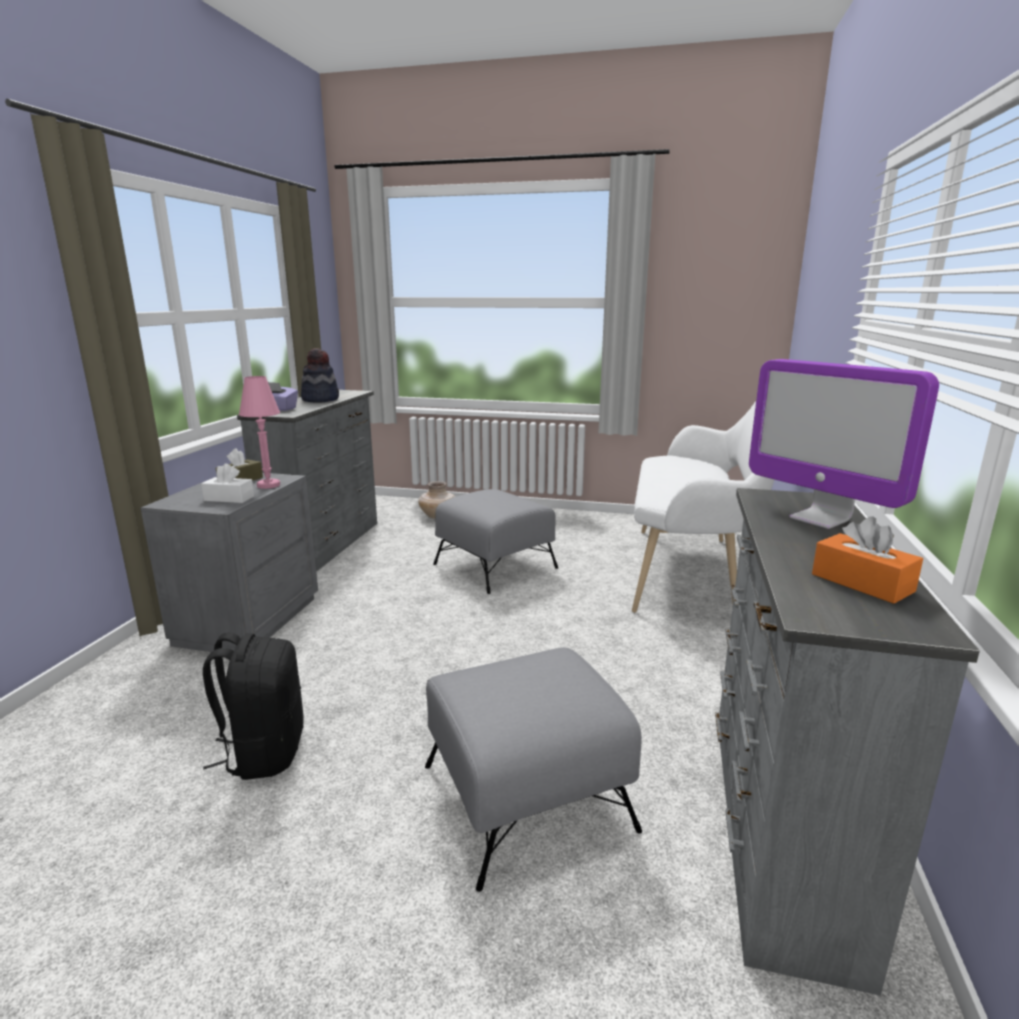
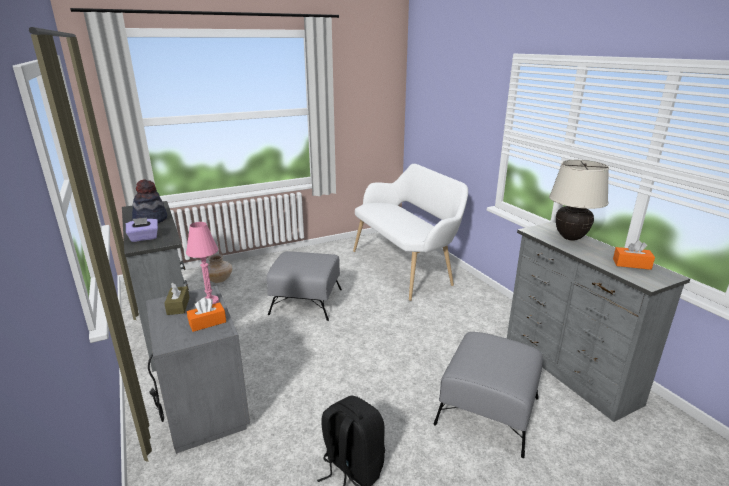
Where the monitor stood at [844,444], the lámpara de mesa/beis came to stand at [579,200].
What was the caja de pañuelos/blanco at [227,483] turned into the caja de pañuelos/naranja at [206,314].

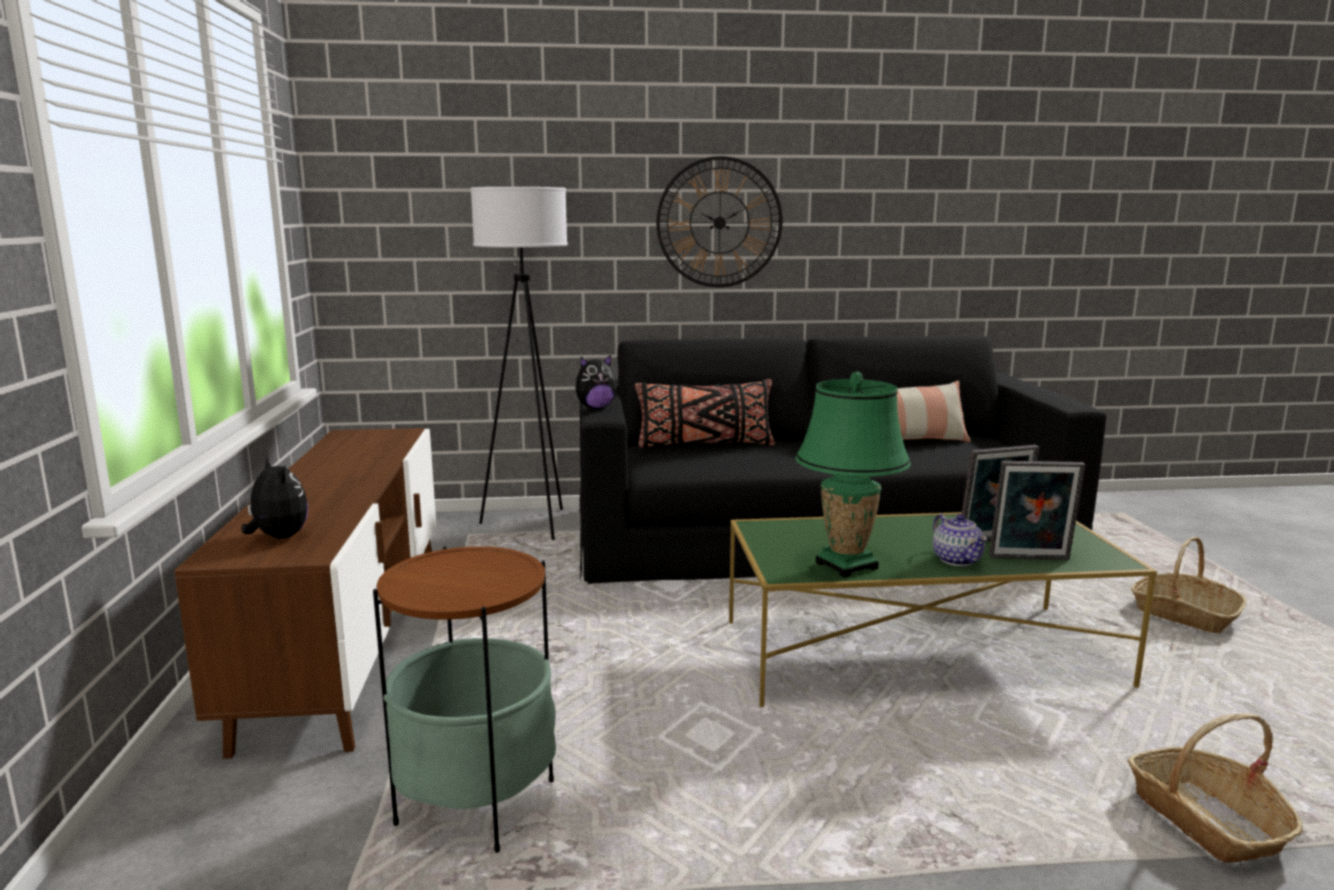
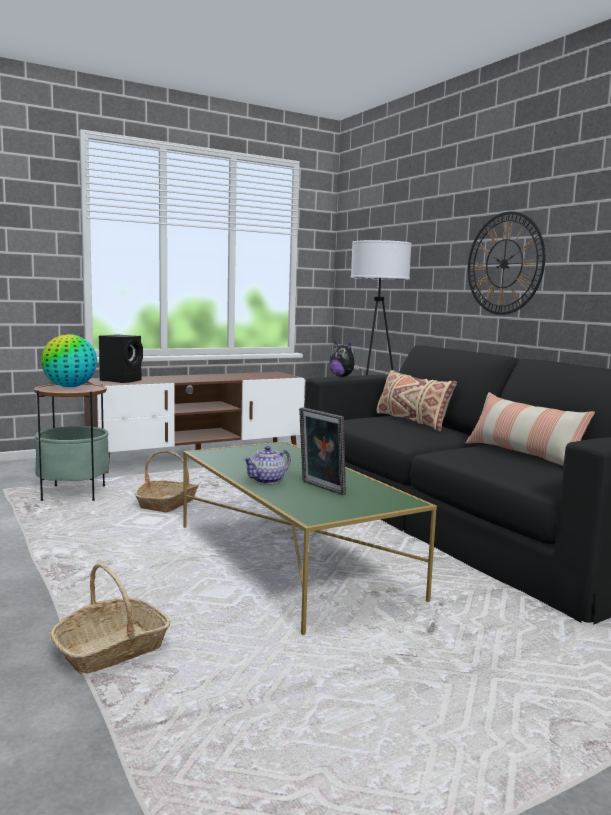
The second view lost the lámpara de mesa/verde at [853,475].
What was the cojín/negro at [705,413] turned into the cojín/beis at [417,401].
Where the peluche stood at [274,497], the altavoz/negro came to stand at [121,358].
The second view lost the portarretratos at [1037,510].
The cesta ended up elsewhere, having gone from [1189,585] to [166,481].
The second view gained the globo terráqueo at [69,360].

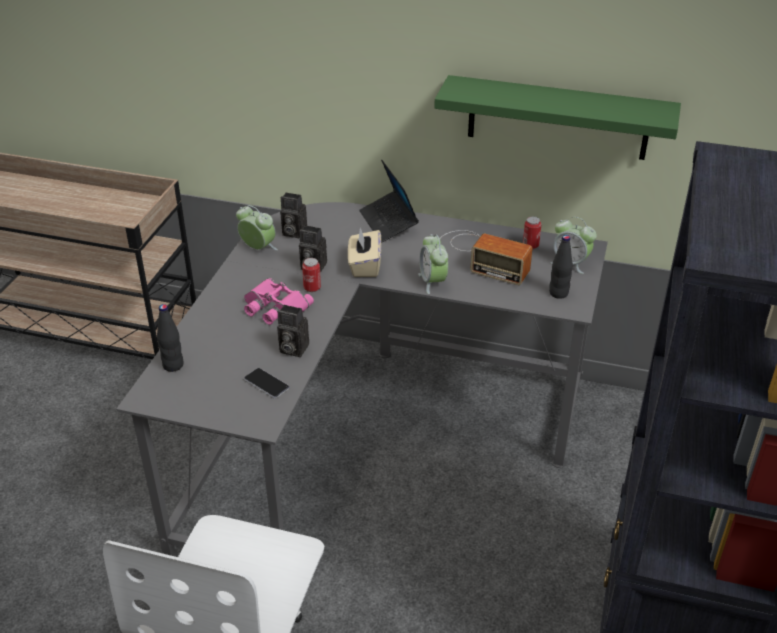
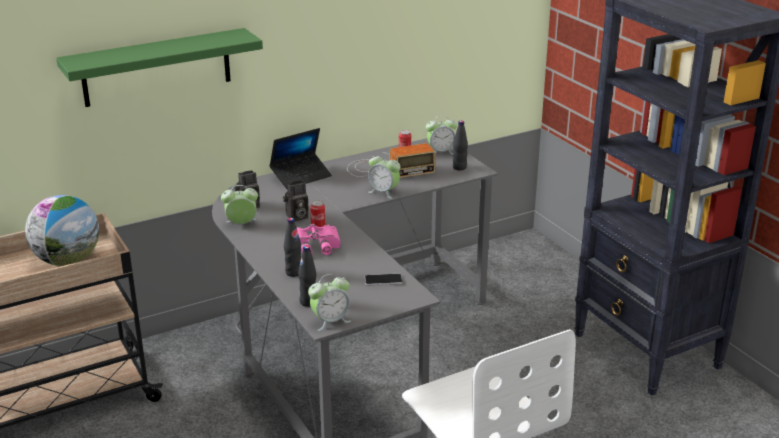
The estante/verde ended up elsewhere, having gone from [557,117] to [159,67].
The portátil at [389,201] ended up facing another way, 60 degrees counterclockwise from before.
The second view lost the caja de pañuelos/beis at [364,252].
The second view lost the cámara at [293,331].
The second view gained the globo terráqueo at [62,230].
The second view gained the botella/negro at [292,247].
The second view gained the despertador at [329,302].

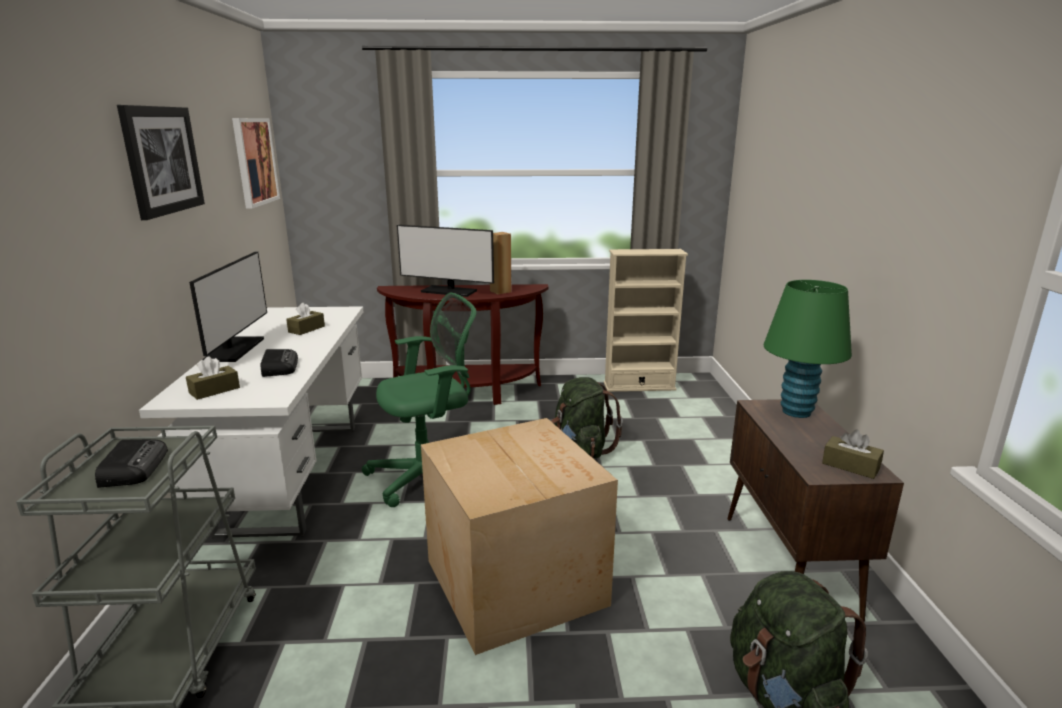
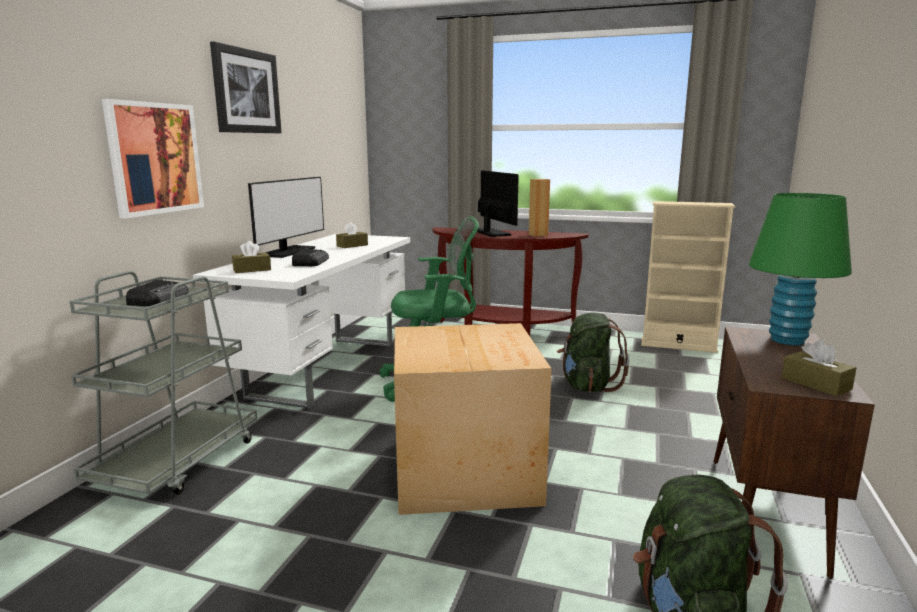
The cuadro ended up elsewhere, having gone from [256,163] to [153,158].
The monitor at [445,261] ended up facing another way, 150 degrees counterclockwise from before.

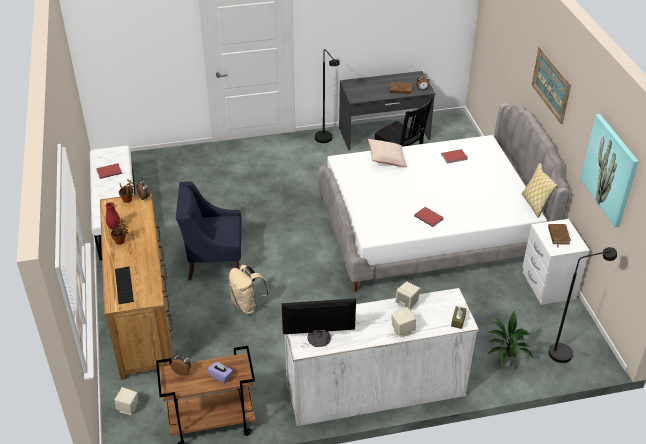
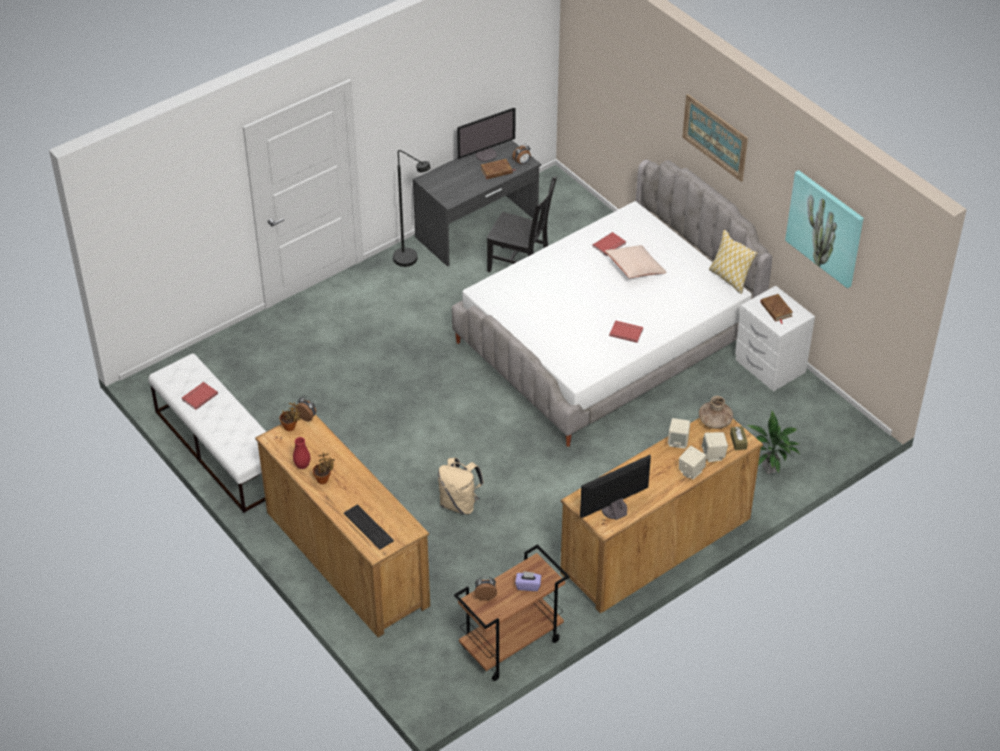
The cojín/beis ended up elsewhere, having gone from [387,153] to [636,261].
The second view lost the sillón/azul at [209,230].
The second view lost the lámpara de pie/negro at [582,305].
What was the cómoda/blanco at [382,357] turned into the cómoda/marrón at [661,516].
The altavoz/beis ended up elsewhere, having gone from [126,401] to [715,447].
The second view gained the monitor at [486,135].
The second view gained the florero/marrón at [716,412].

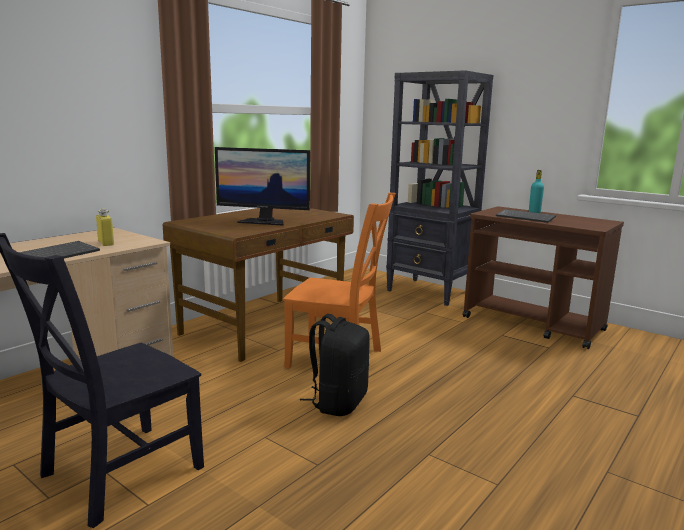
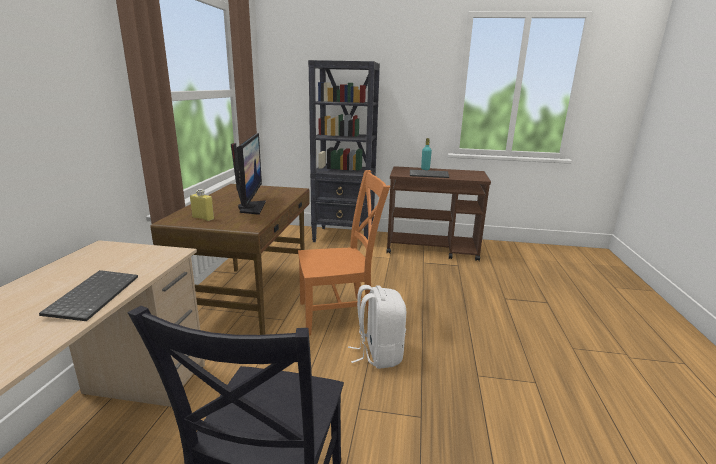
The monitor at [262,186] ended up facing another way, 75 degrees counterclockwise from before.
The botella/amarillo ended up elsewhere, having gone from [105,227] to [202,205].
What was the mochila/negro at [335,365] turned into the mochila/blanco at [377,327].

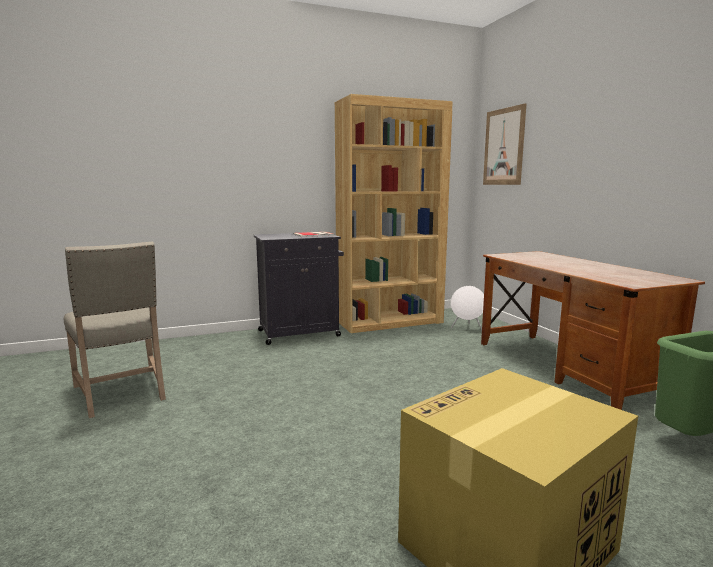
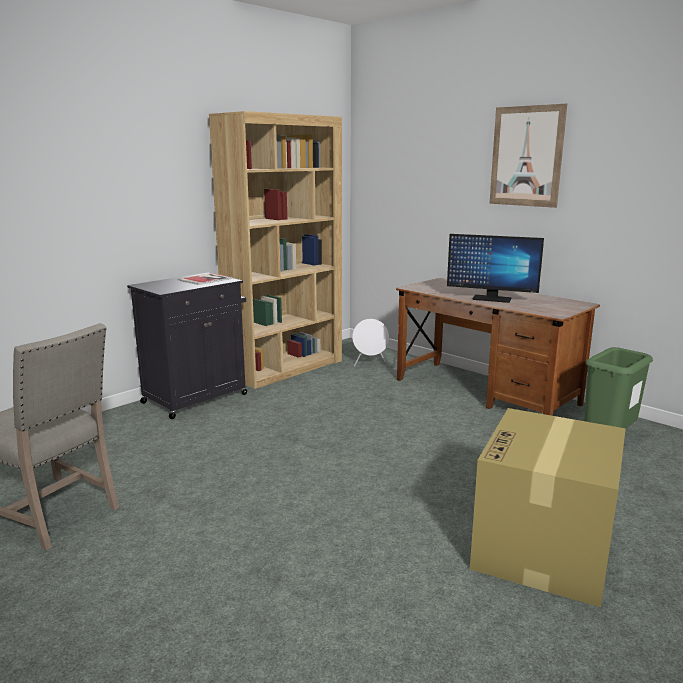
The cuadro ended up elsewhere, having gone from [504,144] to [528,156].
The second view gained the monitor at [495,268].

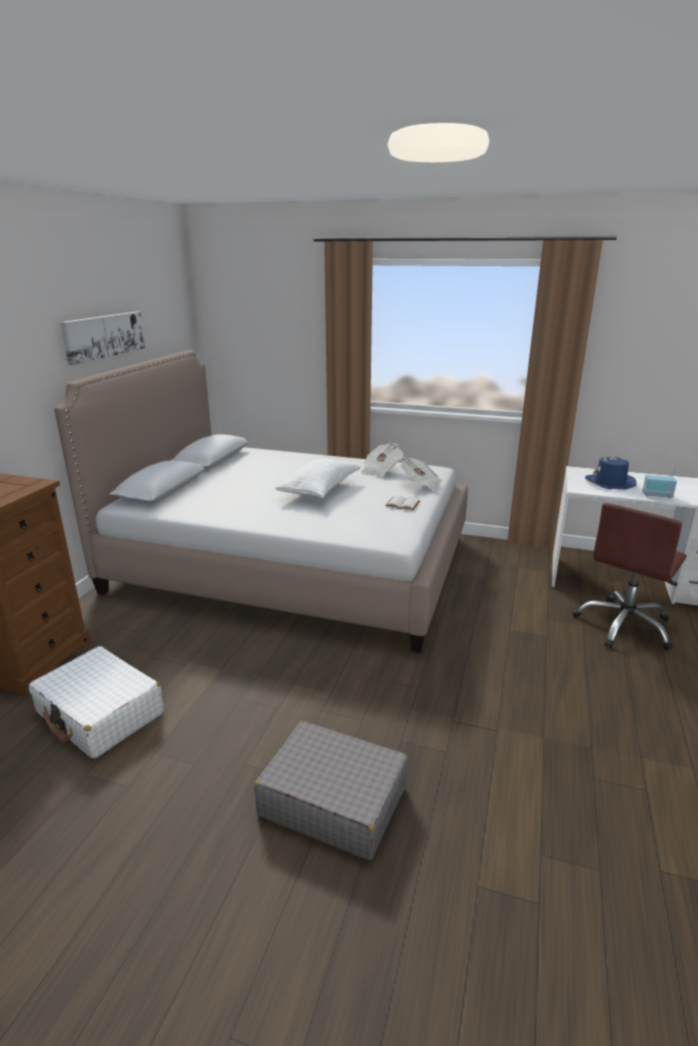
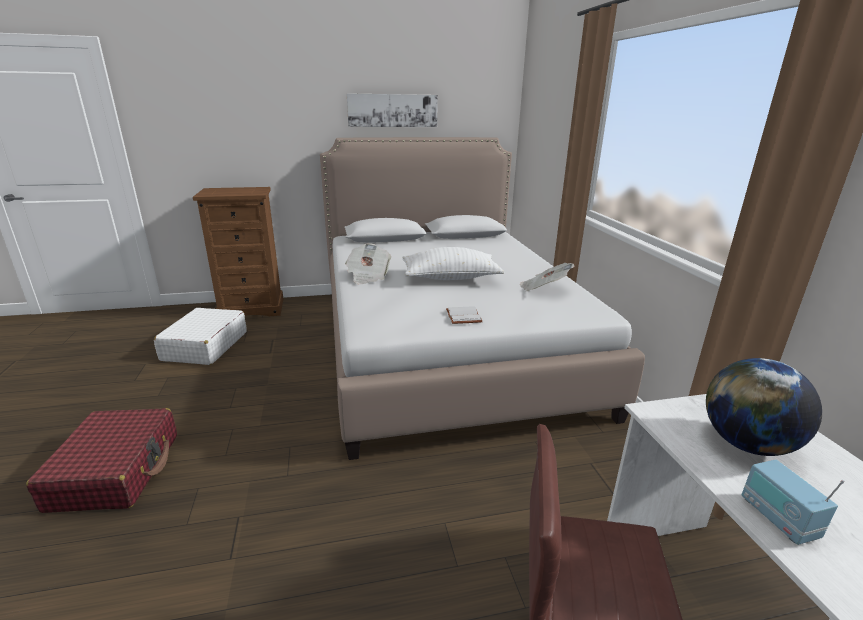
Where the sombrero/azul stood at [611,472], the globo terráqueo came to stand at [764,407].
The periódico ended up elsewhere, having gone from [421,474] to [368,263].
What was the maleta/gris at [331,790] turned into the maleta/rojo at [101,460].

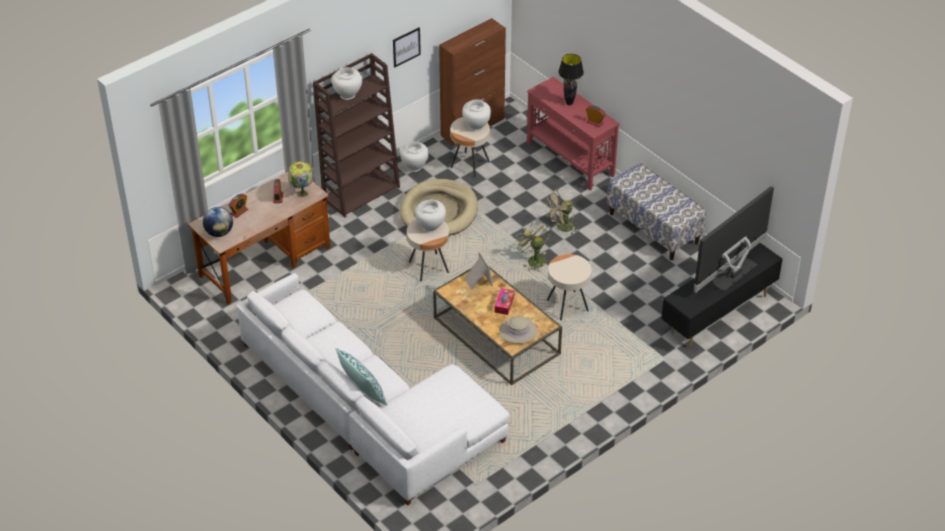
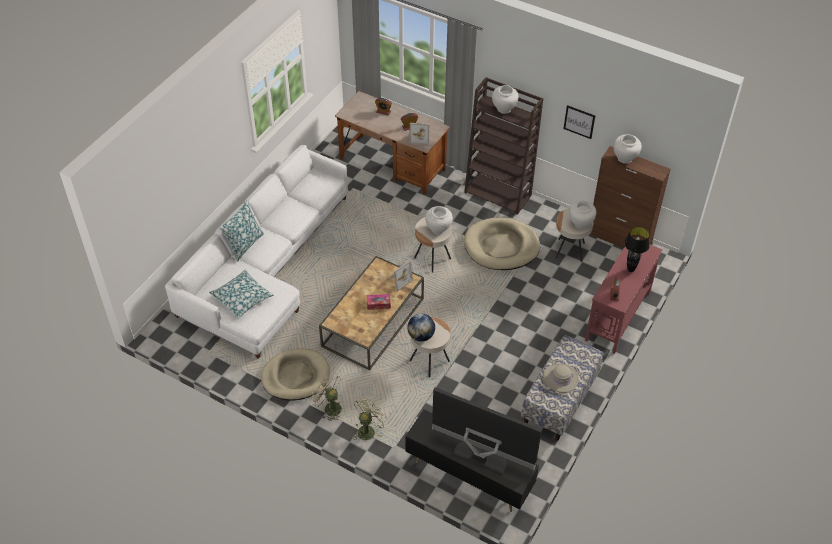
The florero/blanco ended up elsewhere, having gone from [414,157] to [628,149].
Where the lámpara de mesa stood at [300,179], the portarretratos came to stand at [419,134].
The ventilador/beis ended up elsewhere, having gone from [562,212] to [326,397].
The globo terráqueo ended up elsewhere, having gone from [218,222] to [421,328].
The ventilador/verde ended up elsewhere, having gone from [533,245] to [370,418].
The sombrero/beis ended up elsewhere, having gone from [518,330] to [561,378].
The second view gained the cojín at [241,294].
The second view gained the cama para perro/beis at [295,374].

